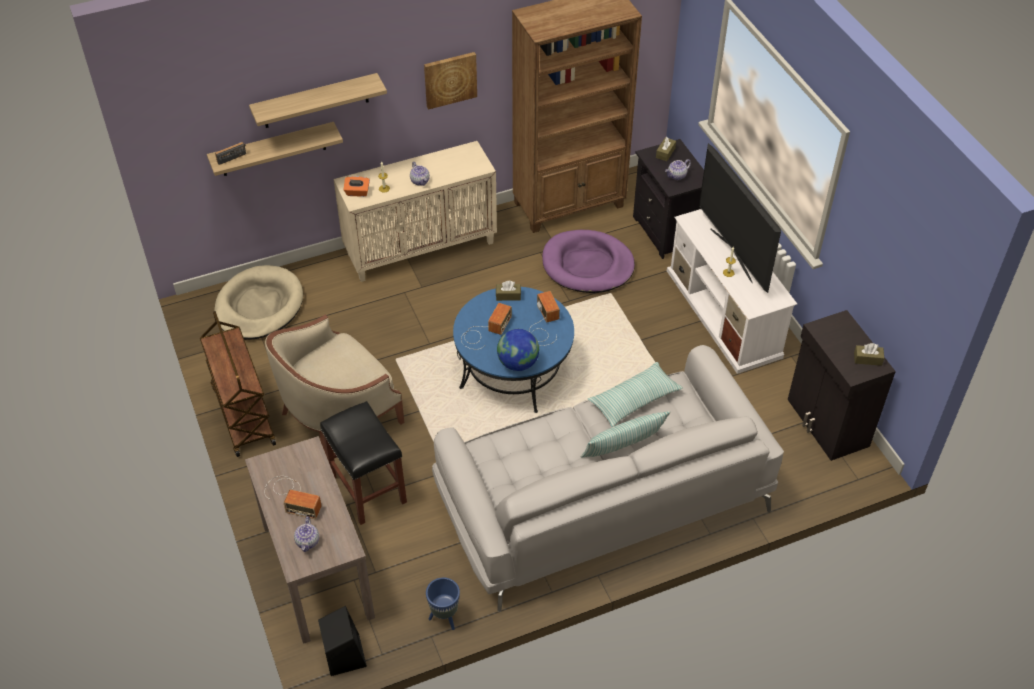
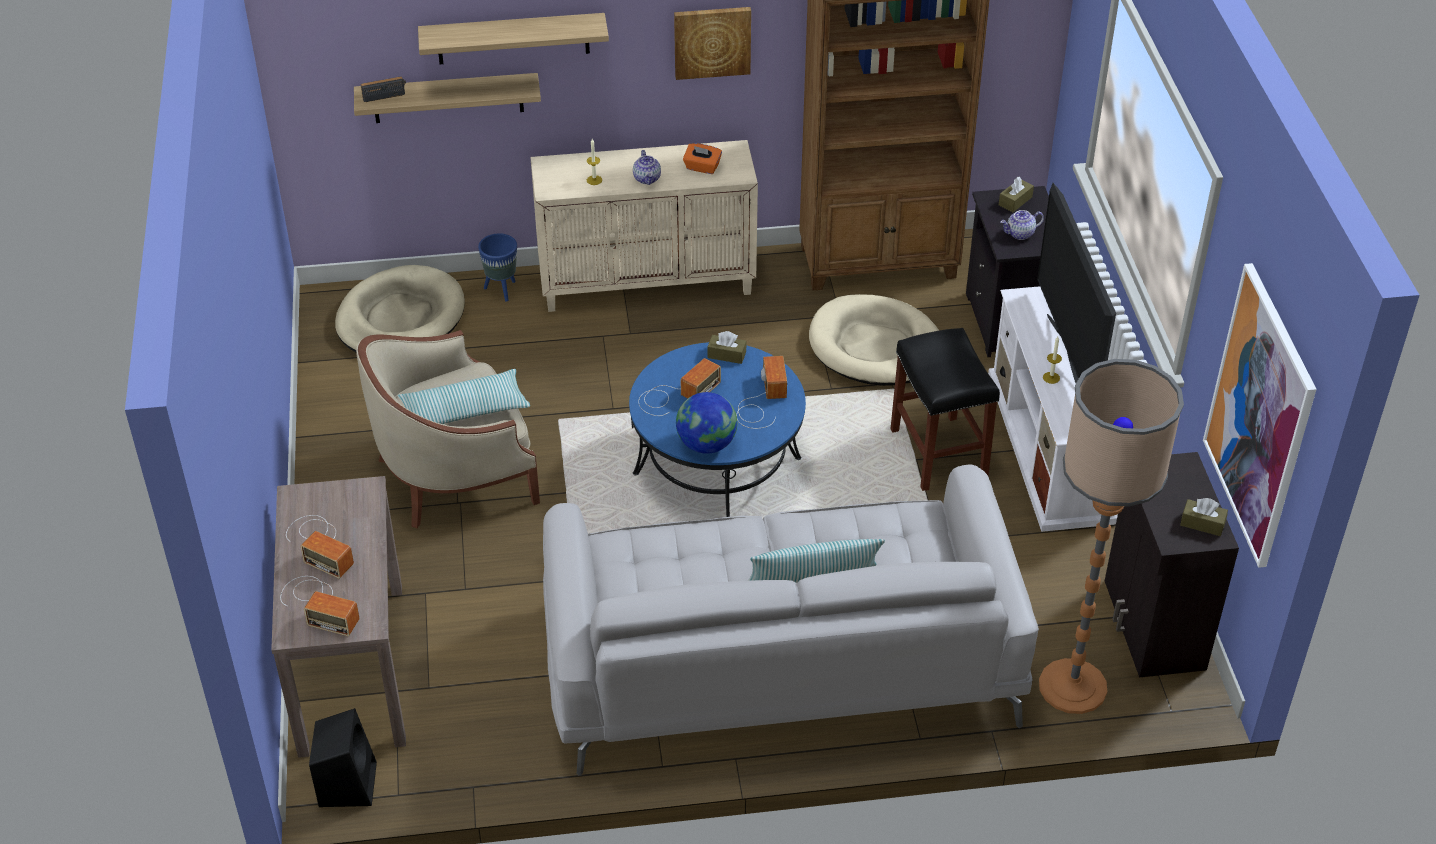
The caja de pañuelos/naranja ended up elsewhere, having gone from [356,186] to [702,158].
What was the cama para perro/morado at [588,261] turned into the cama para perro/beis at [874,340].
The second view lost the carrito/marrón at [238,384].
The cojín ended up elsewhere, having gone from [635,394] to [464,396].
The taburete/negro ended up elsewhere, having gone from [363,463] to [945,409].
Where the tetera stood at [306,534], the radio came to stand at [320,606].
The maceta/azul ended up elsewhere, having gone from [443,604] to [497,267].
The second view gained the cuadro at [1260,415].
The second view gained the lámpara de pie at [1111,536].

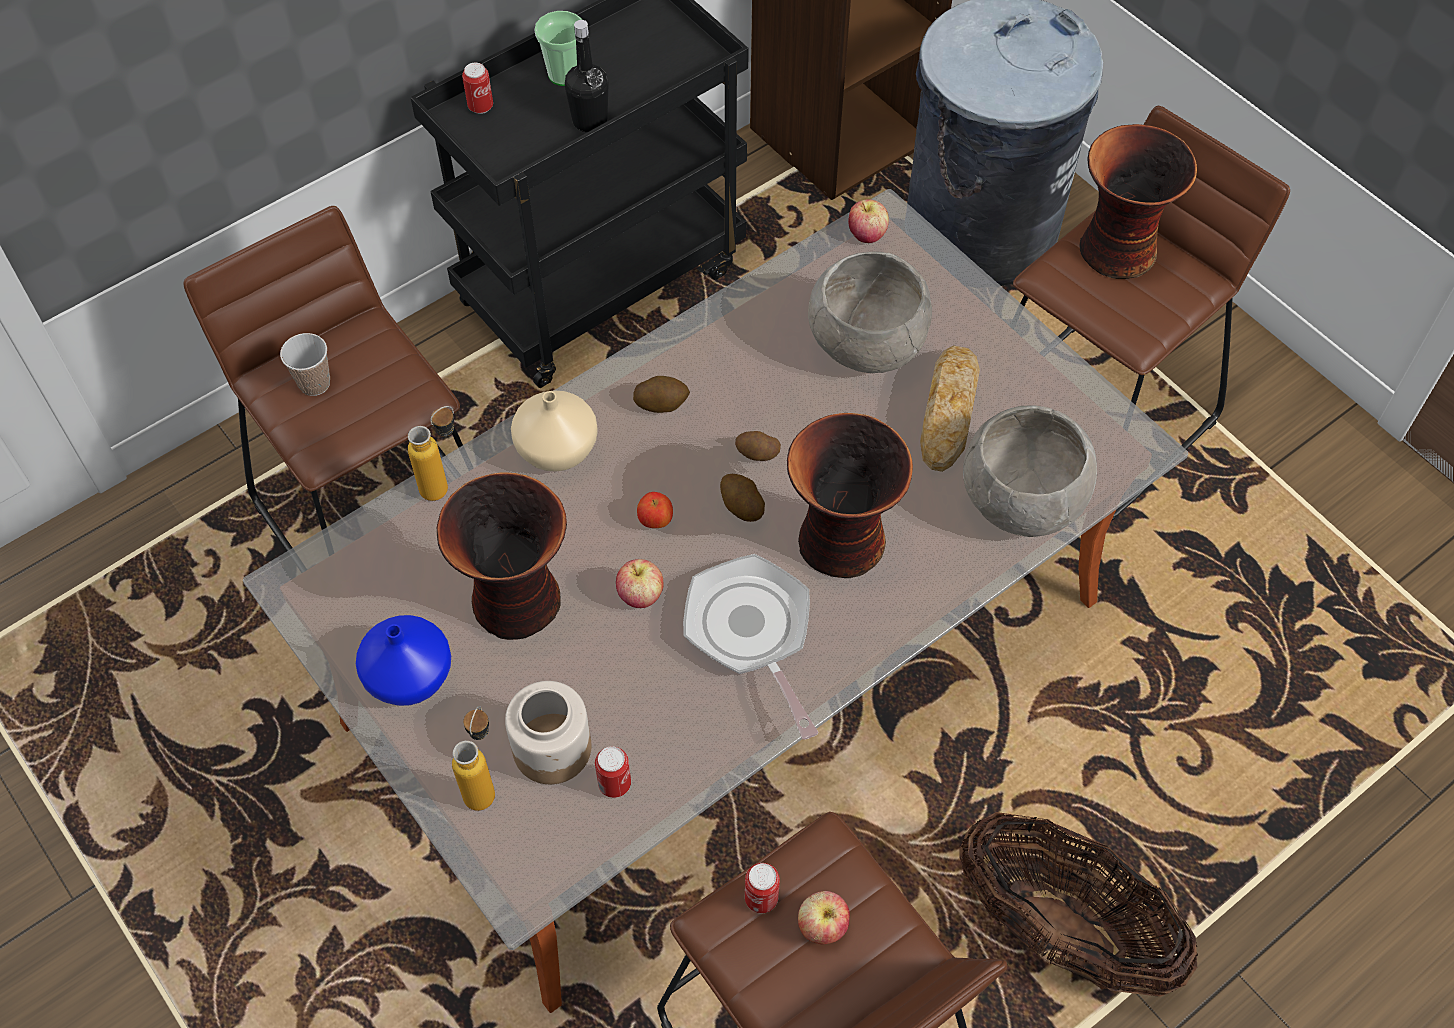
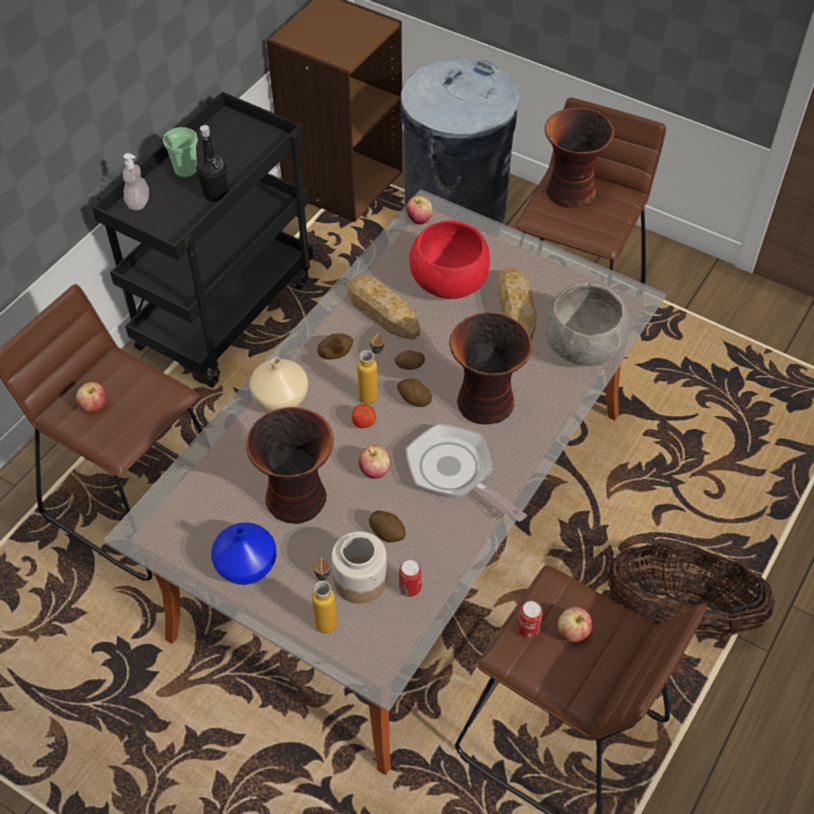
Where the lata stood at [477,88], the dispensador de jabón came to stand at [136,181].
What was the cuenco/gris at [870,312] turned into the cuenco/rojo at [449,259].
Where the taza stood at [305,364], the manzana came to stand at [91,397].
The botella ended up elsewhere, having gone from [431,453] to [371,368].
The second view gained the pan at [383,307].
The second view gained the patata at [387,526].

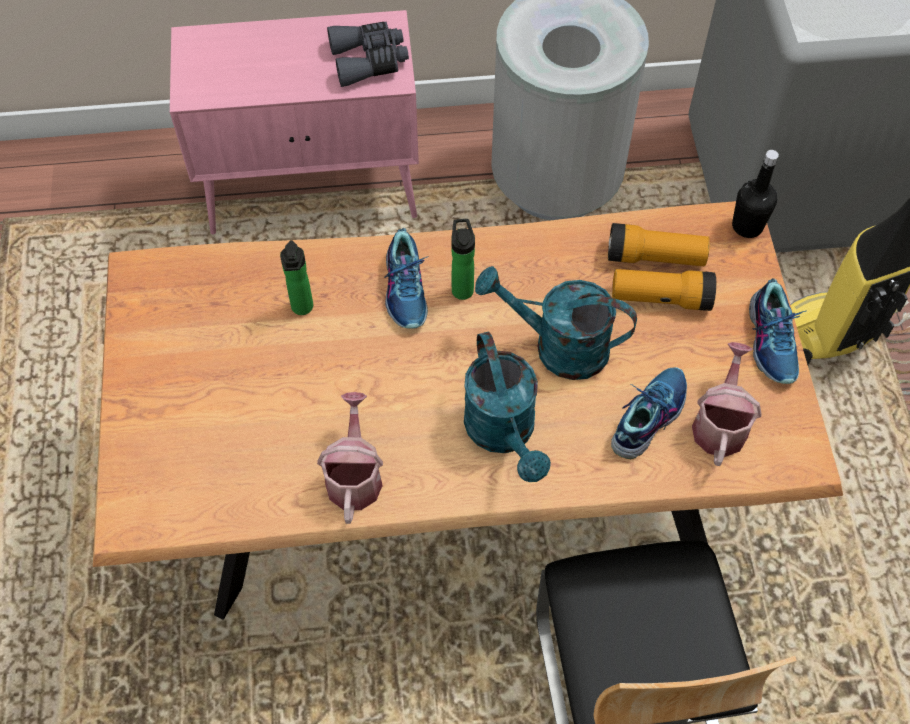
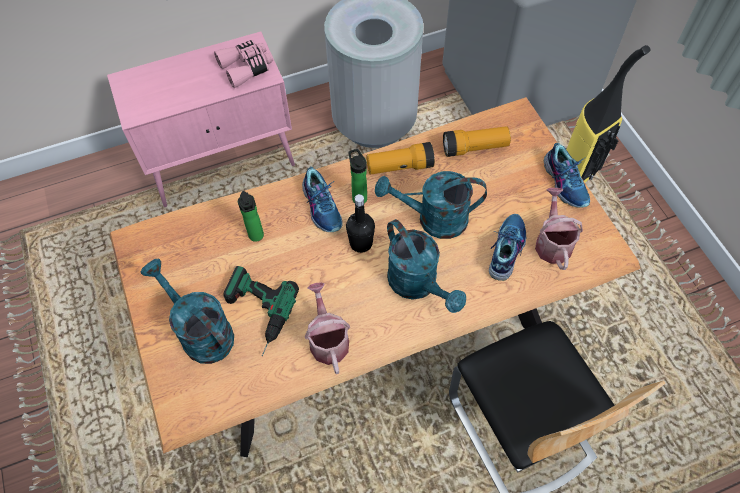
What was the prismáticos/gris at [368,54] turned into the prismáticos/rosa at [243,64].
The botella/negro ended up elsewhere, having gone from [755,194] to [360,223].
The linterna ended up elsewhere, having gone from [664,290] to [401,158].
The second view gained the regadera/turquesa at [187,311].
The second view gained the taladro at [261,311].

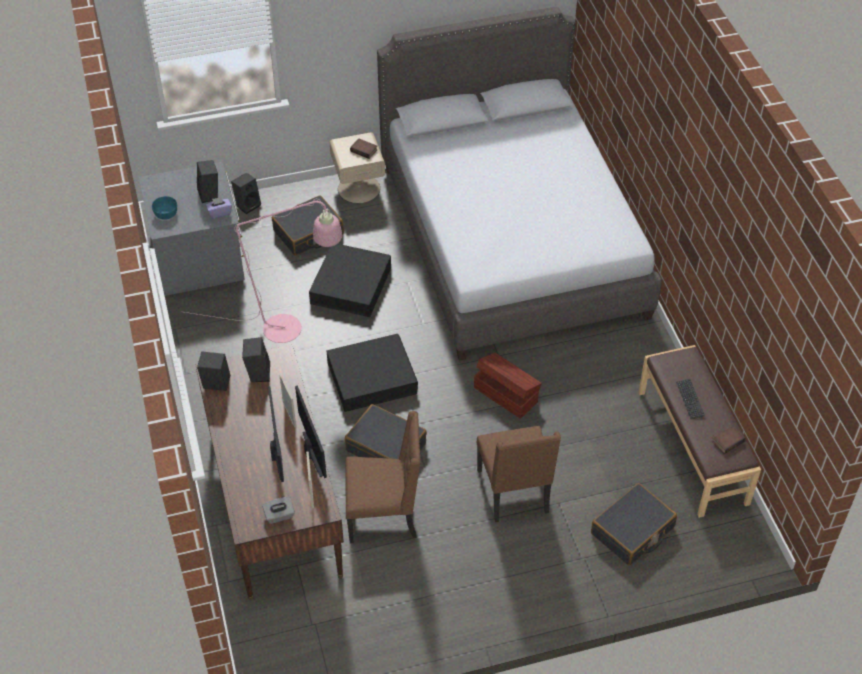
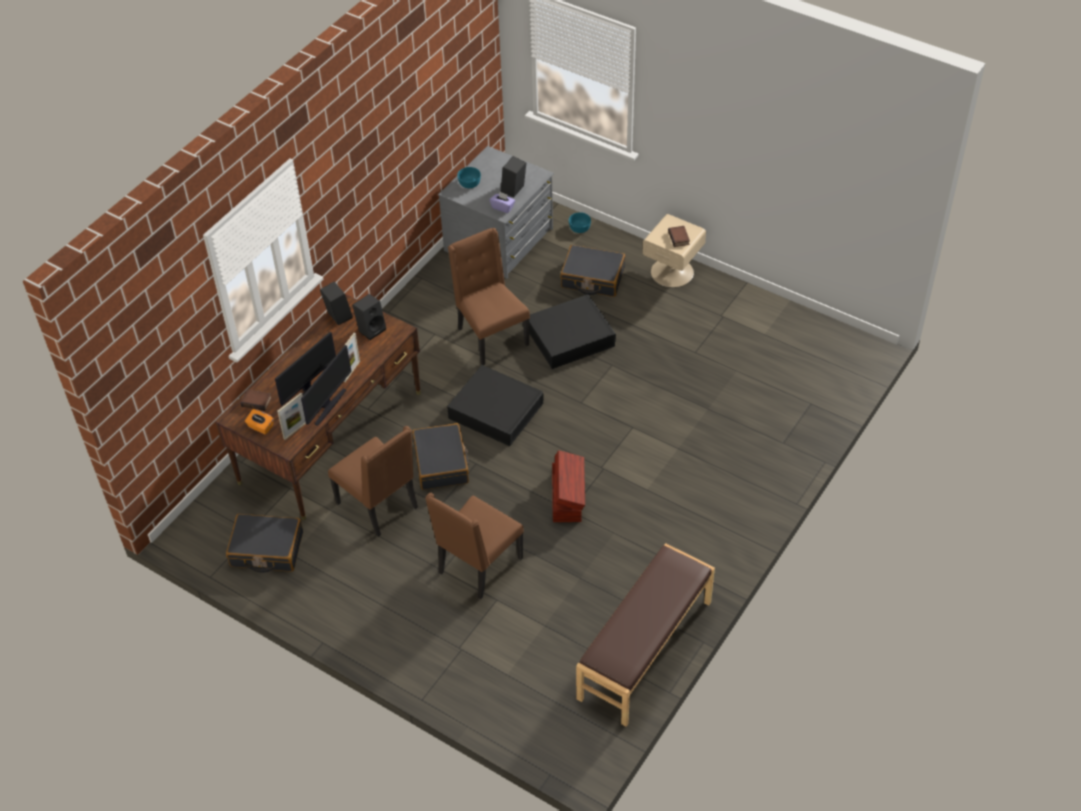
The second view lost the cama/gris at [519,183].
Where the altavoz/negro stood at [246,193], the cuenco/turquesa came to stand at [580,222].
Where the lámpara de pie/rosa stood at [263,271], the silla/marrón came to stand at [489,296].
The second view lost the teclado at [690,399].
The libro ended up elsewhere, having gone from [729,439] to [256,400].
The maleta/negro ended up elsewhere, having gone from [634,524] to [264,543].
What was the caja de pañuelos/gris at [278,510] turned into the caja de pañuelos/naranja at [259,421].

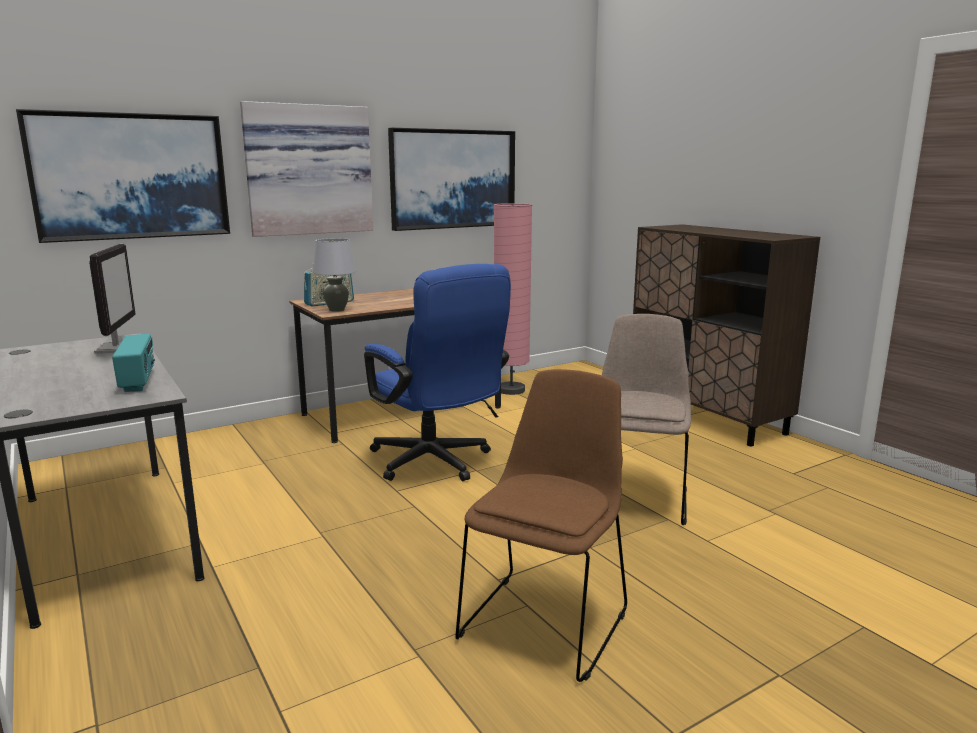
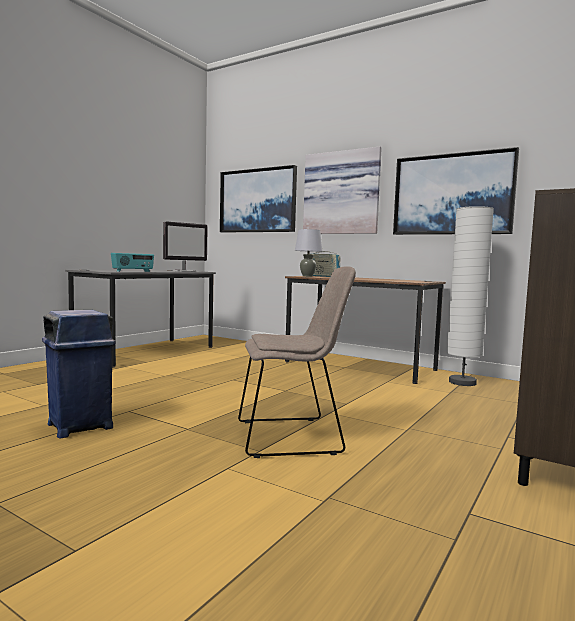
What was the lámpara de pie/rosa at [513,299] turned into the lámpara de pie/blanco at [470,296].
The second view lost the silla de oficina/azul at [437,372].
Where the silla/marrón stood at [541,525], the papelera/azul came to stand at [79,374].

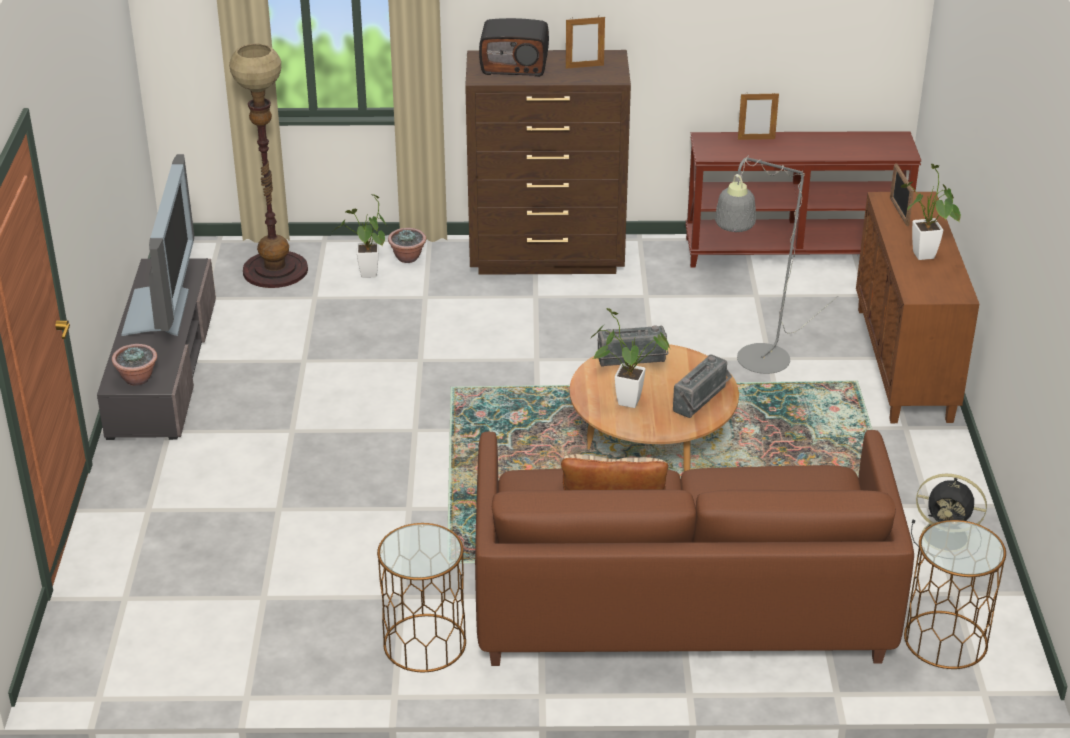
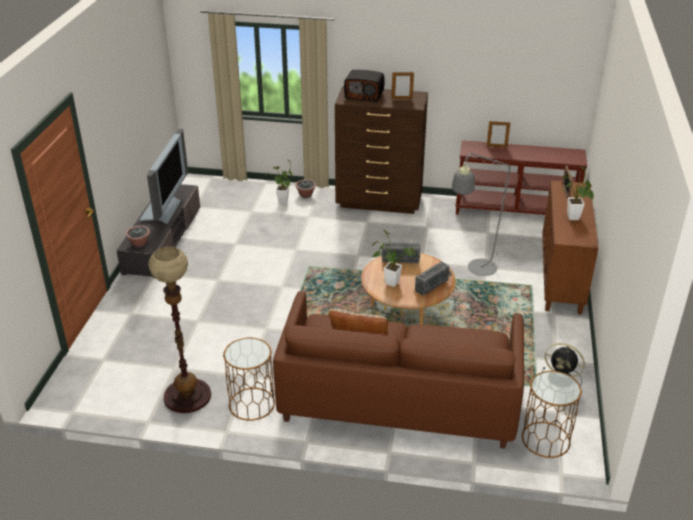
The lámpara de pie ended up elsewhere, having gone from [268,166] to [179,330].

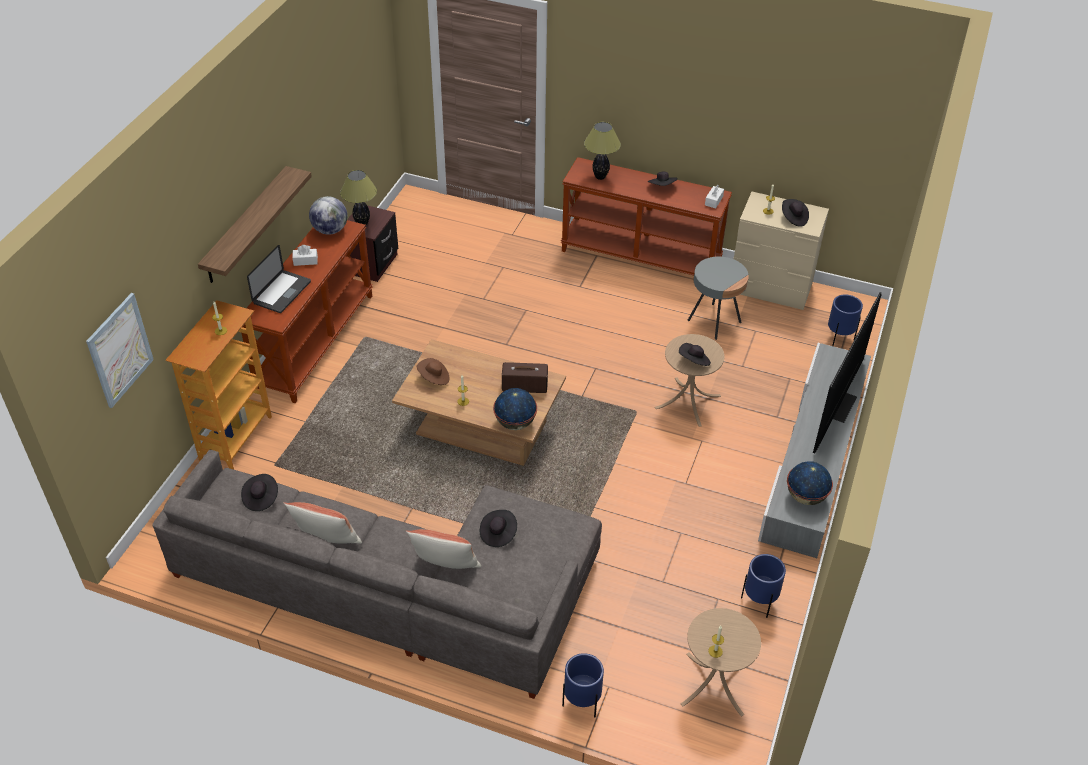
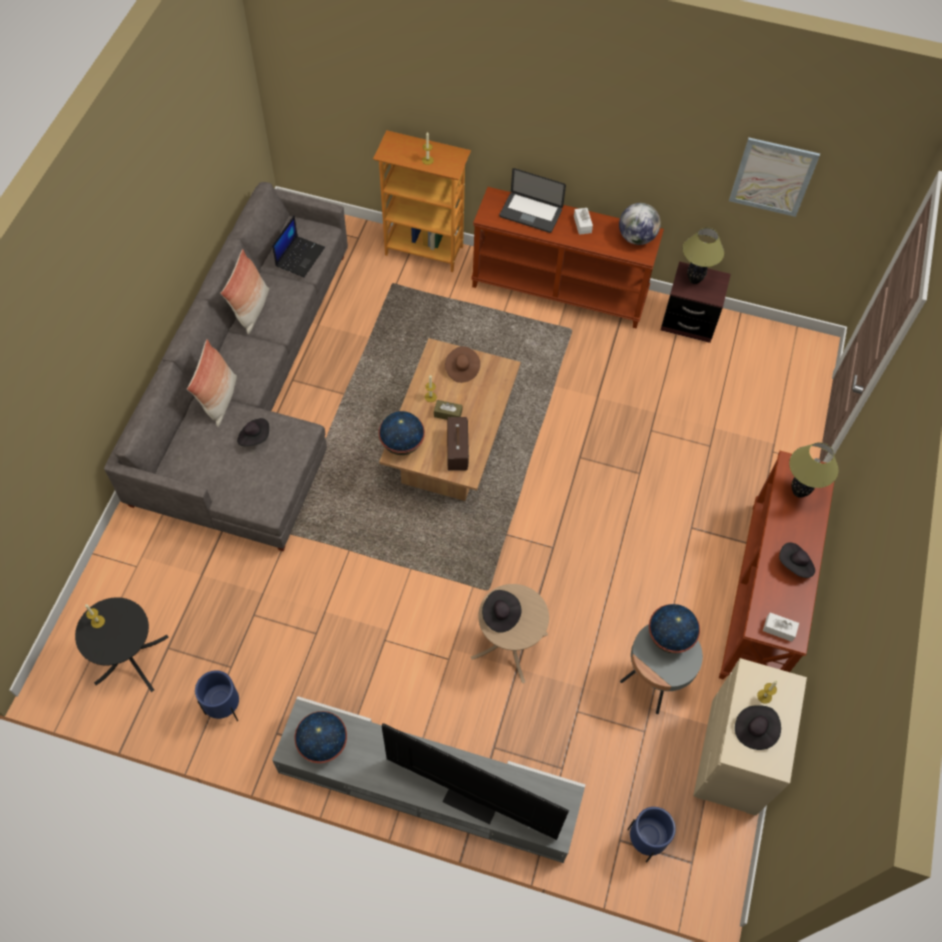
The second view lost the estante at [255,224].
The cuadro ended up elsewhere, having gone from [120,350] to [774,177].
Where the sombrero/negro stood at [259,492], the portátil came to stand at [298,246].
What was the mesa auxiliar/beis at [721,662] turned into the mesa auxiliar/negro at [122,644].
The second view lost the maceta/azul at [583,685].
The second view gained the caja de pañuelos/marrón at [448,410].
The second view gained the globo terráqueo at [674,628].

